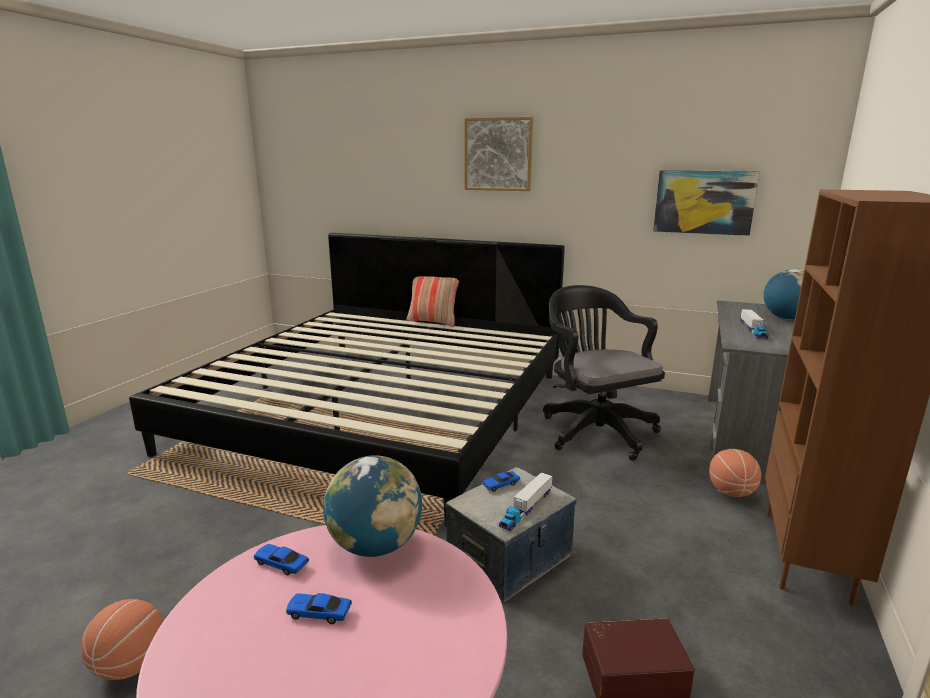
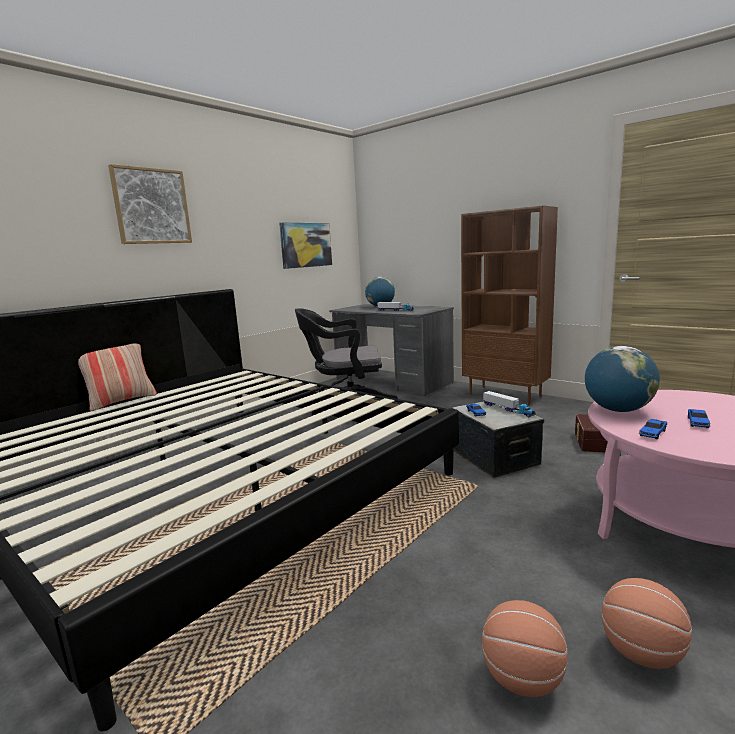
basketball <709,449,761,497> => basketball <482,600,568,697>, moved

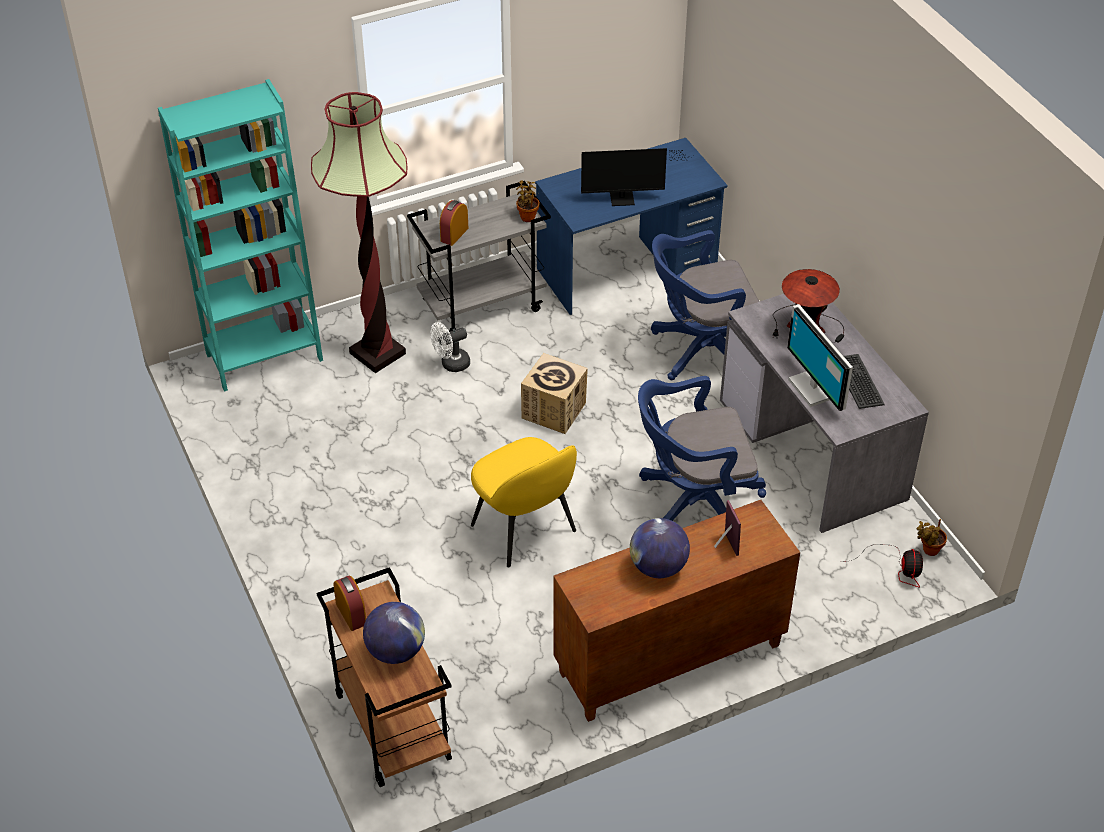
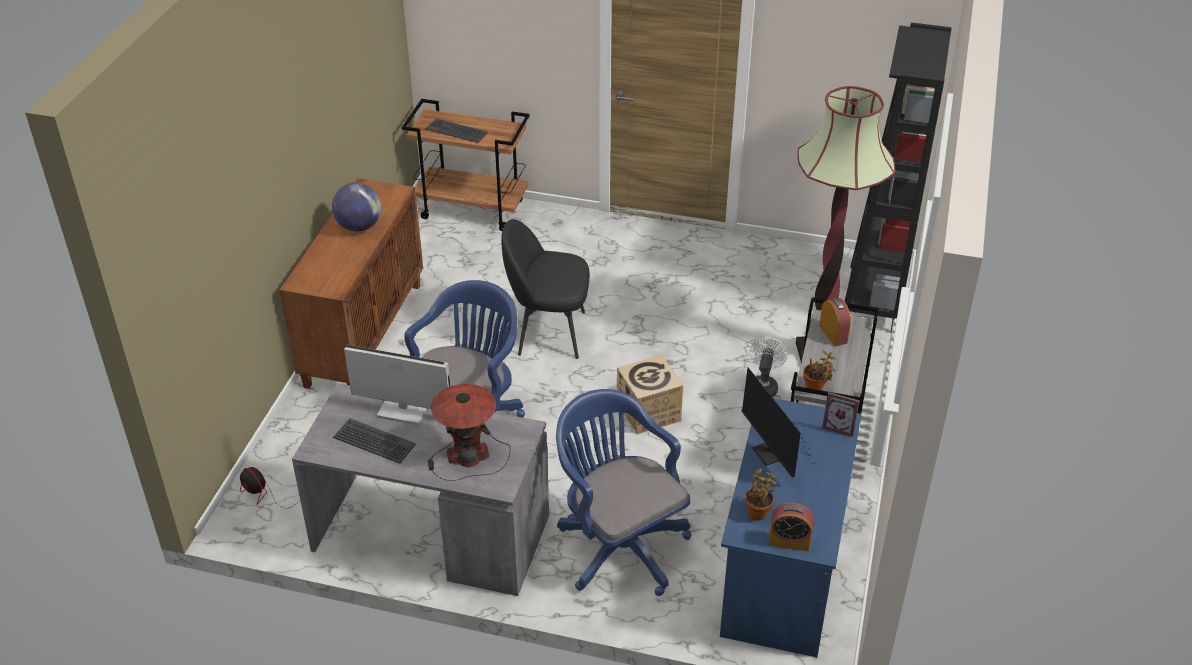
turquoise bookcase <158,79,323,392> => black bookcase <845,23,952,333>
monitor <581,148,689,206> => monitor <742,367,817,477>, 60 degrees counterclockwise
blue office chair <651,230,760,380> => blue office chair <556,389,691,596>, 60 degrees counterclockwise
yellow chair <471,437,577,567> => black chair <501,219,590,359>
picture frame <714,500,741,556> => picture frame <822,392,859,437>, moved
potted plant <917,519,947,556> => potted plant <745,468,777,521>, moved
alarm clock <333,575,366,631> => alarm clock <769,503,814,551>, moved
globe <363,602,425,664> => keyboard <425,118,488,143>

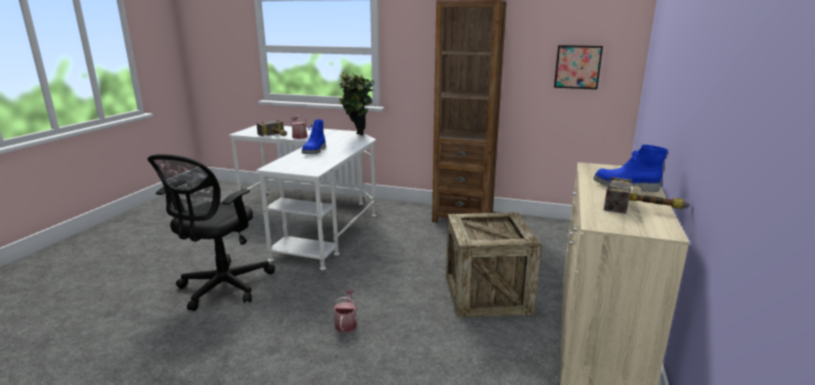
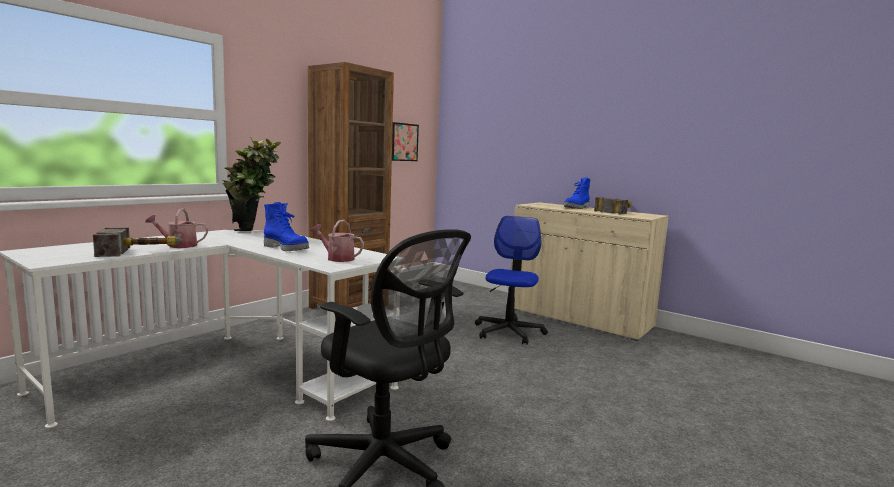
crate <446,212,542,318> => office chair <475,216,548,345>
watering can <332,290,357,332> => watering can <311,220,364,262>, moved

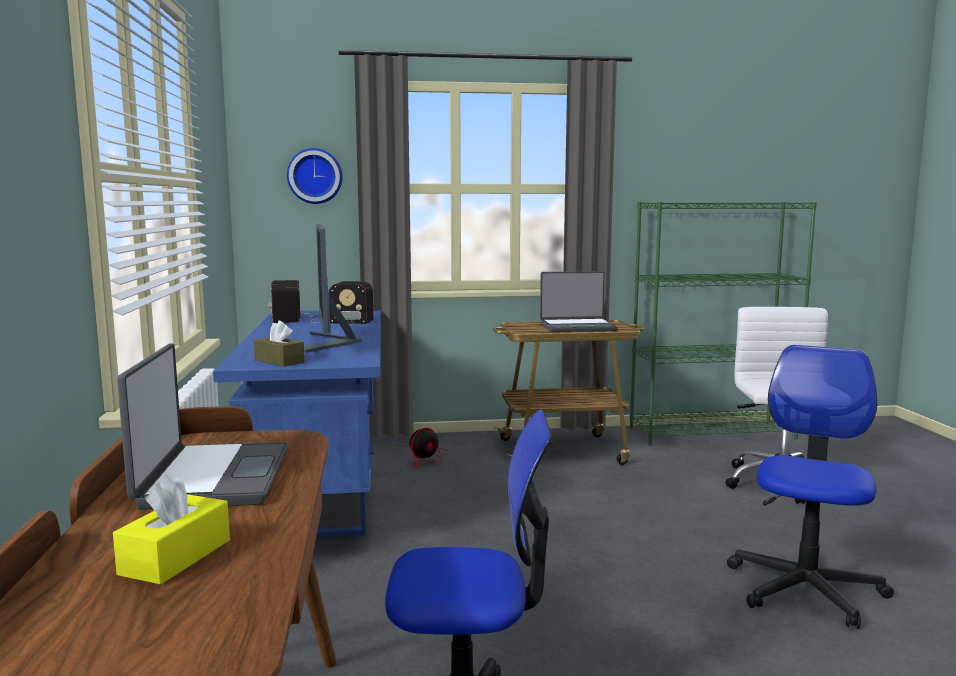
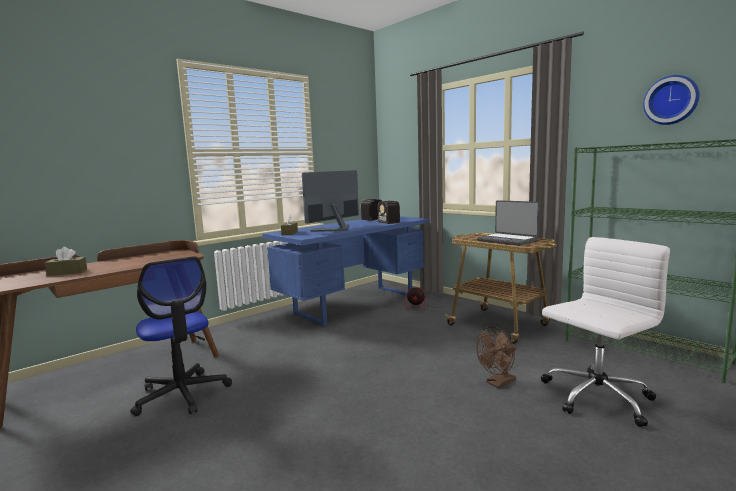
wall clock <287,148,343,204> => wall clock <643,75,699,125>, moved
laptop <117,343,288,510> => nothing
office chair <727,345,894,629> => nothing
yellow tissue box <113,473,230,585> => brown tissue box <45,247,87,276>
nothing => brown fan <476,327,516,388>

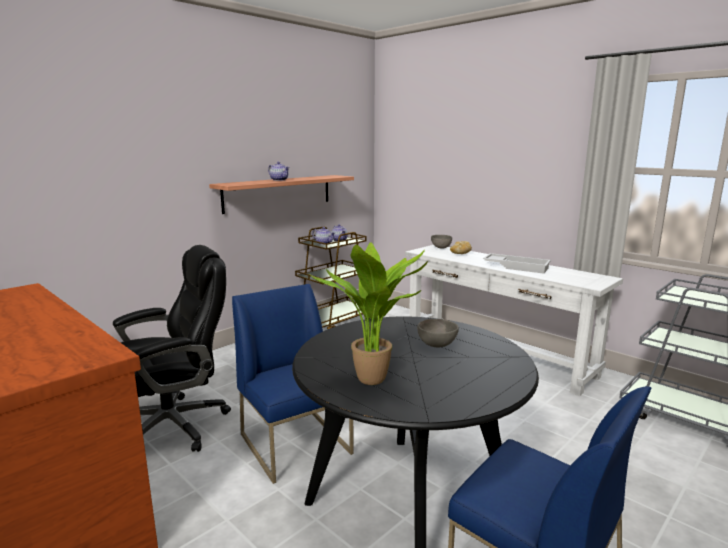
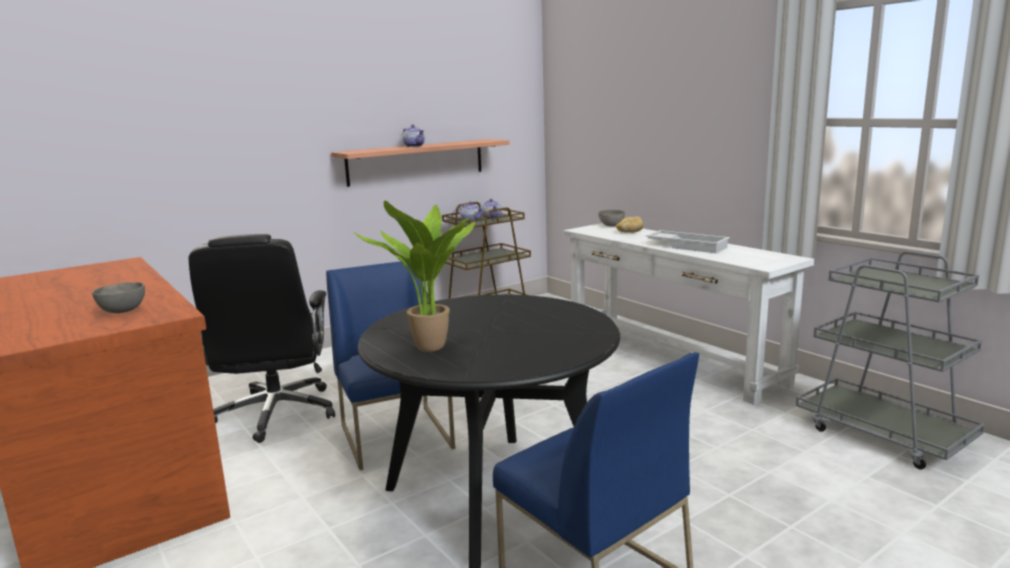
black office chair <113,245,231,452> => black office chair <189,234,335,443>, 105 degrees clockwise
grey bowl <417,319,459,347> => grey bowl <92,282,145,313>, moved

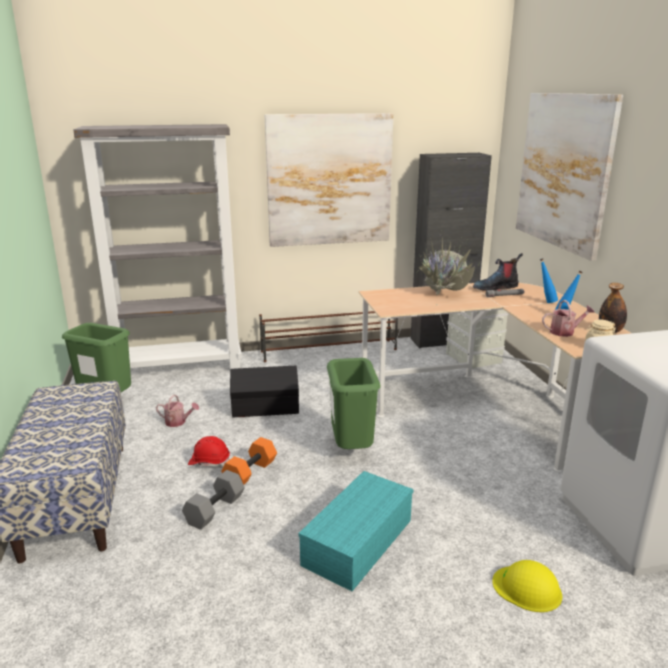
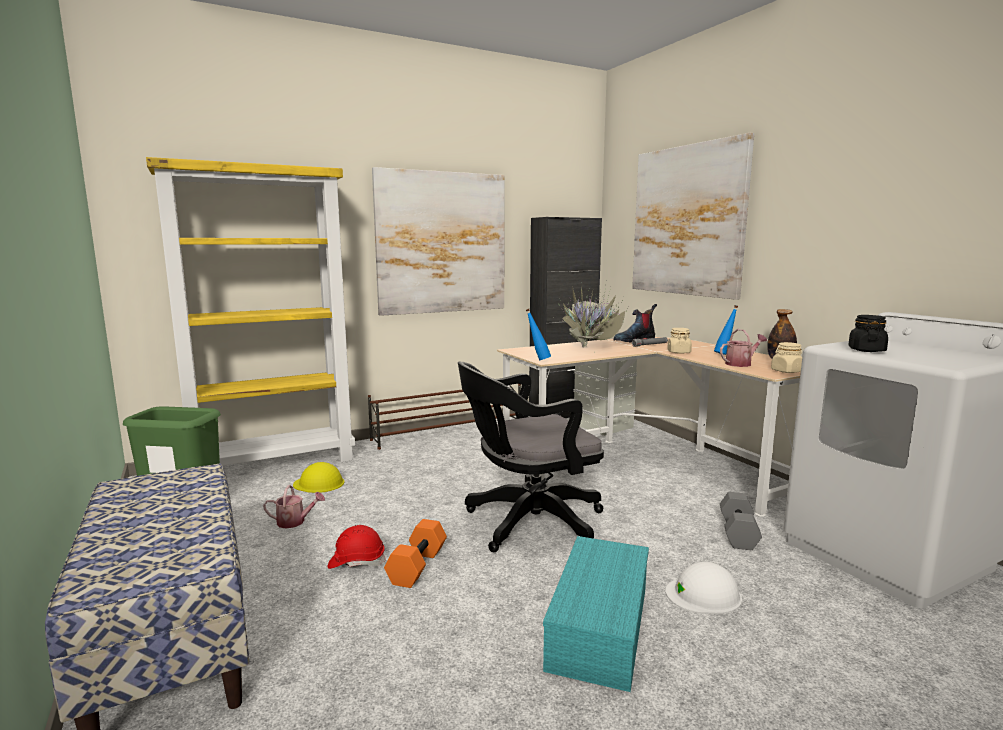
grey bookcase <73,124,242,369> => yellow bookcase <146,157,355,466>
blue bottle <540,258,558,303> => blue bottle <526,309,551,360>, moved
green trash can <327,358,381,449> => black office chair <458,362,604,552>
black storage box <230,366,299,417> => nothing
grey dumbbell <182,470,245,530> => grey dumbbell <720,492,762,550>, moved
yellow hard hat <492,560,562,612> => yellow hard hat <293,462,344,493>, moved
nothing => black jar <848,315,888,352>
nothing => beige jar <667,328,692,354>
nothing => white hard hat <666,562,742,614>

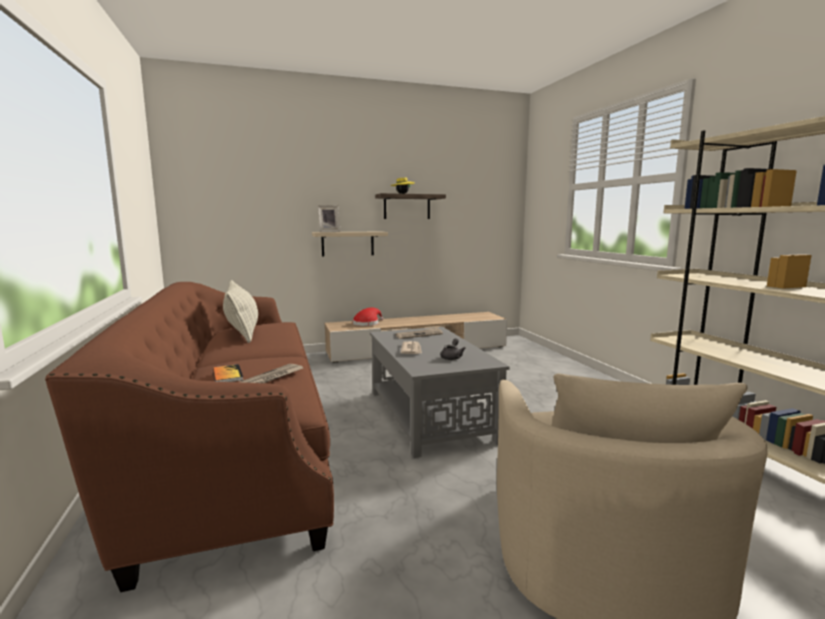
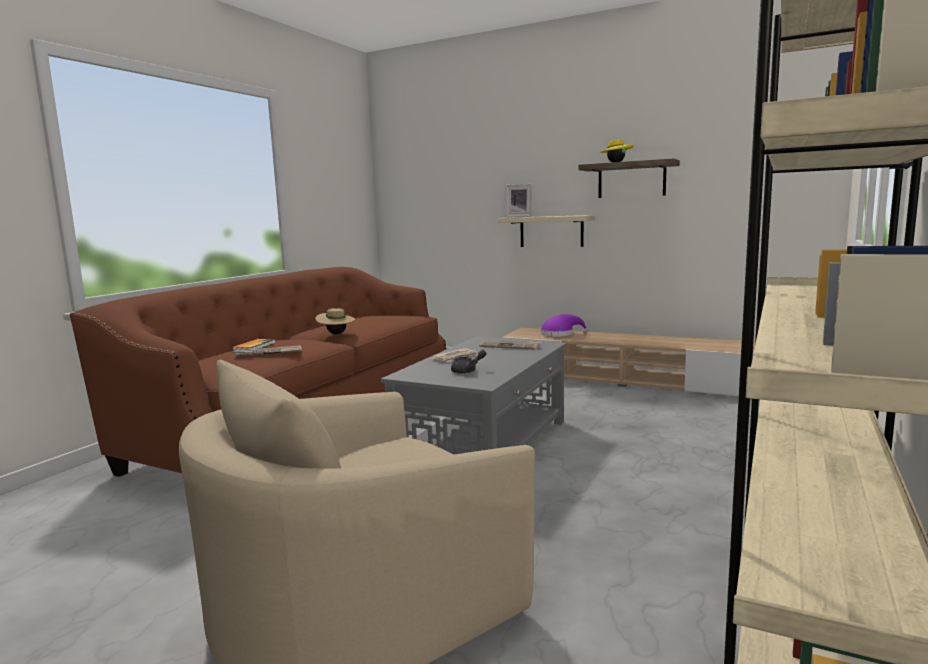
pillow <223,280,258,343> => nothing
red hat <353,307,383,326> => purple hat <540,314,588,337>
nothing => beige hat <315,308,355,334>

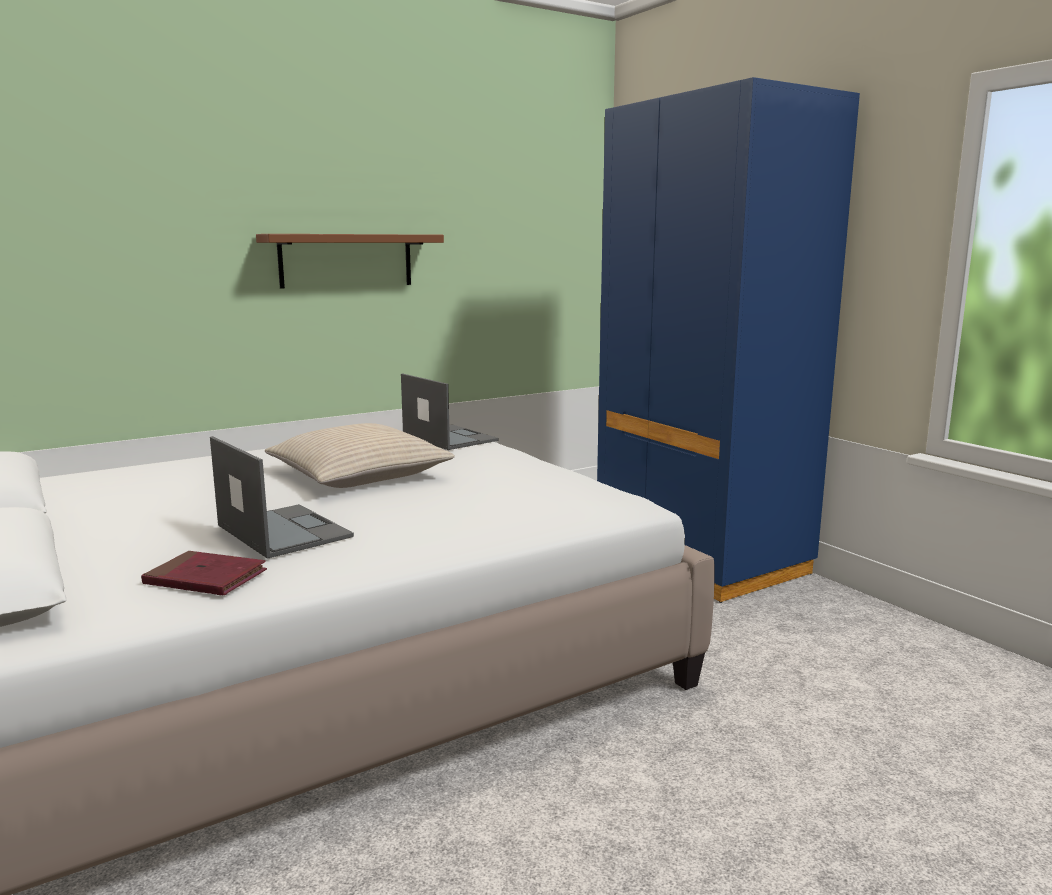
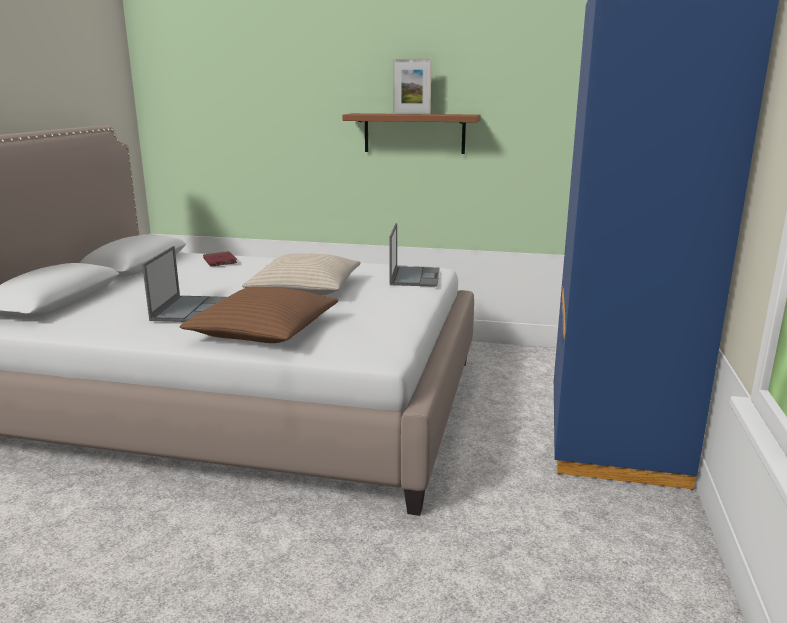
red book <141,551,267,596> => red book <203,251,238,267>, moved
nothing => picture frame <393,59,432,114>
nothing => brown pillow <179,286,338,343>

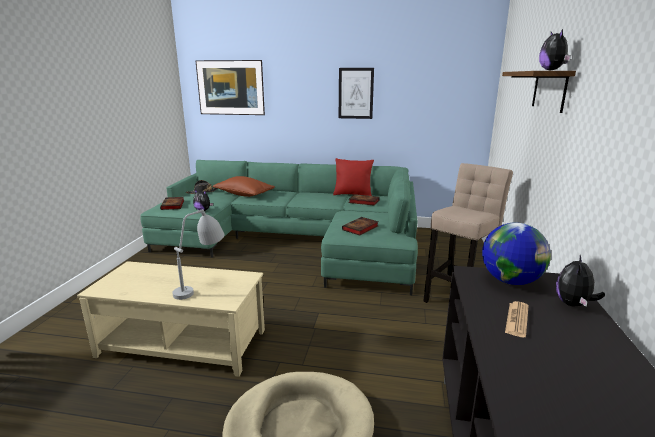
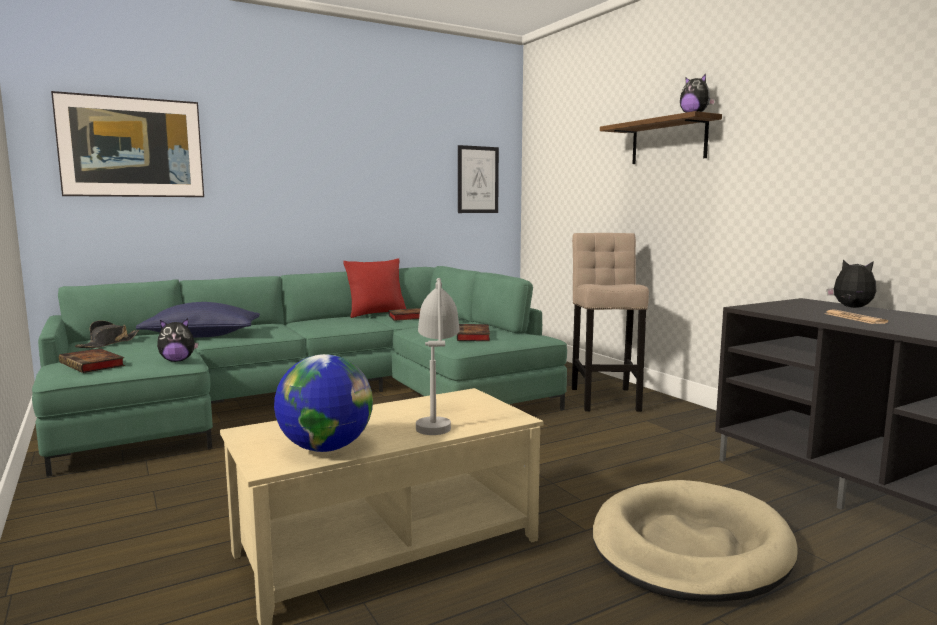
picture <339,68,374,119> => picture <458,145,499,213>, moved
brown pillow <213,176,275,197> => blue pillow <136,302,260,338>
globe <482,223,551,285> => globe <274,354,373,452>, moved
plush toy <556,255,605,307> => plush toy <827,259,877,308>, 150 degrees clockwise

